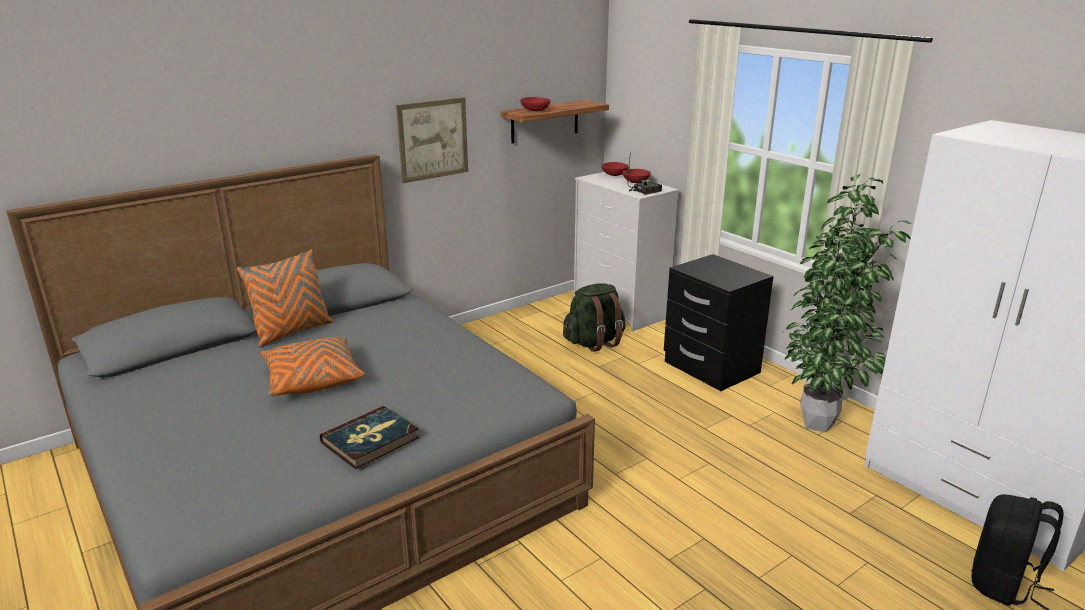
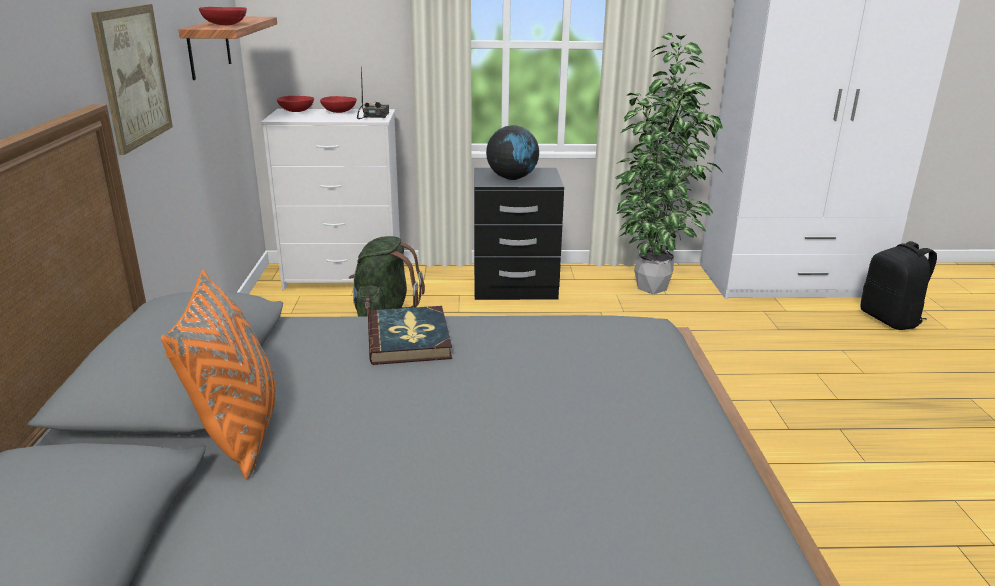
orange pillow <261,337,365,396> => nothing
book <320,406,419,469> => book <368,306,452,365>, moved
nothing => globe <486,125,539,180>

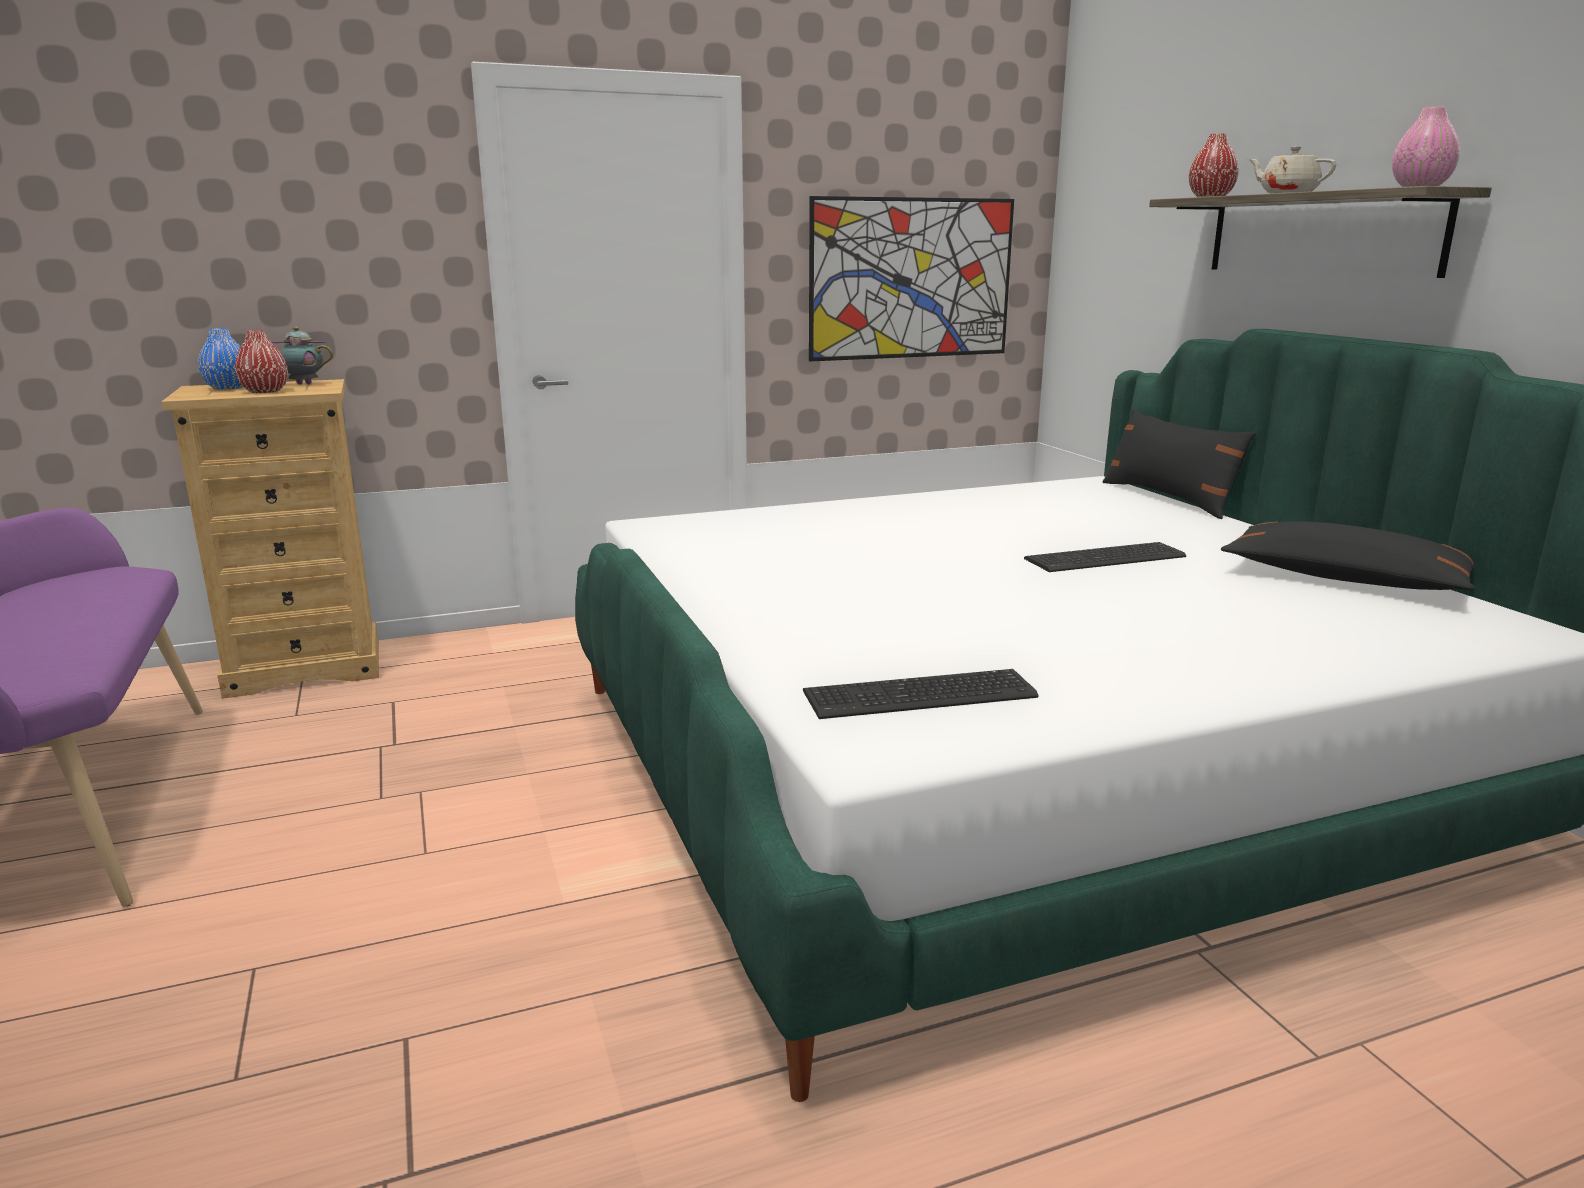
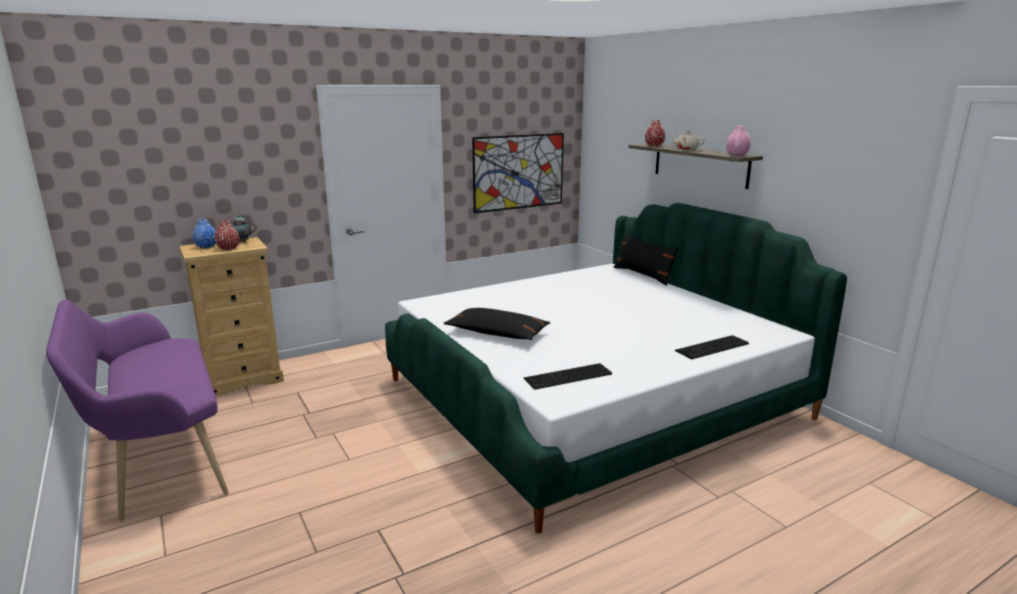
black pillow <1221,521,1475,590> => black pillow <444,308,551,340>, moved
keyboard <1024,542,1186,572> => keyboard <675,335,749,359>, moved

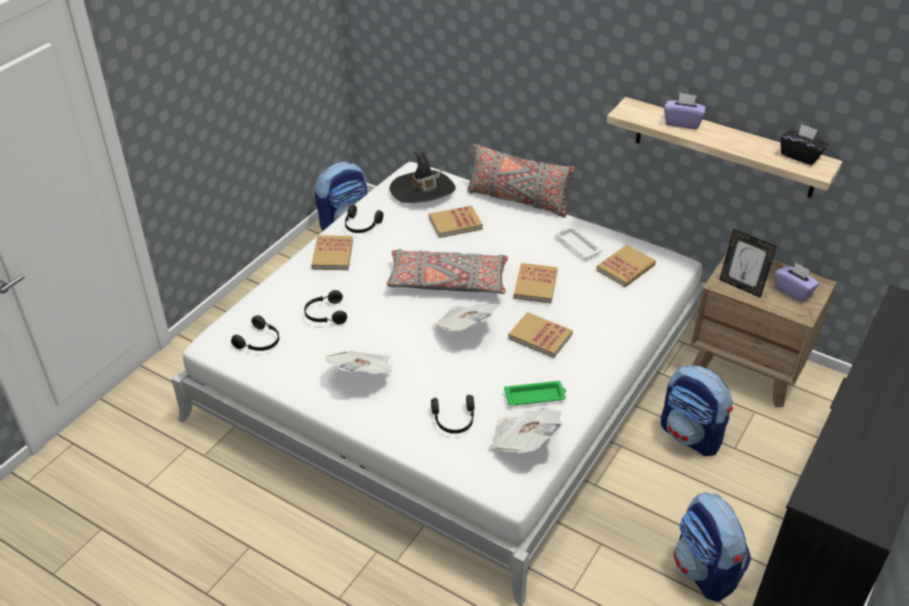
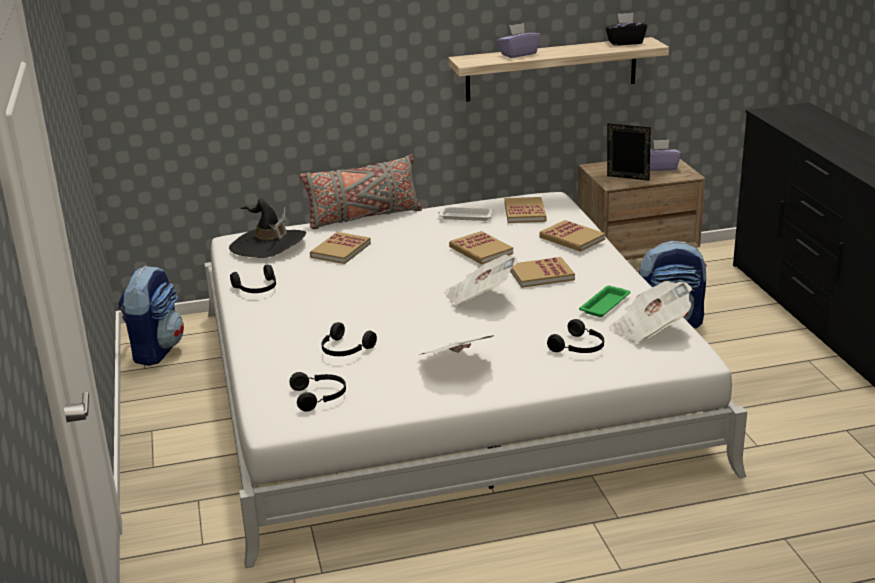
picture frame <719,229,777,298> => picture frame <607,123,651,181>, 150 degrees counterclockwise
book <311,235,353,270> => book <539,220,605,252>, moved
grey pillow <387,249,508,294> => nothing
backpack <674,492,751,602> => nothing

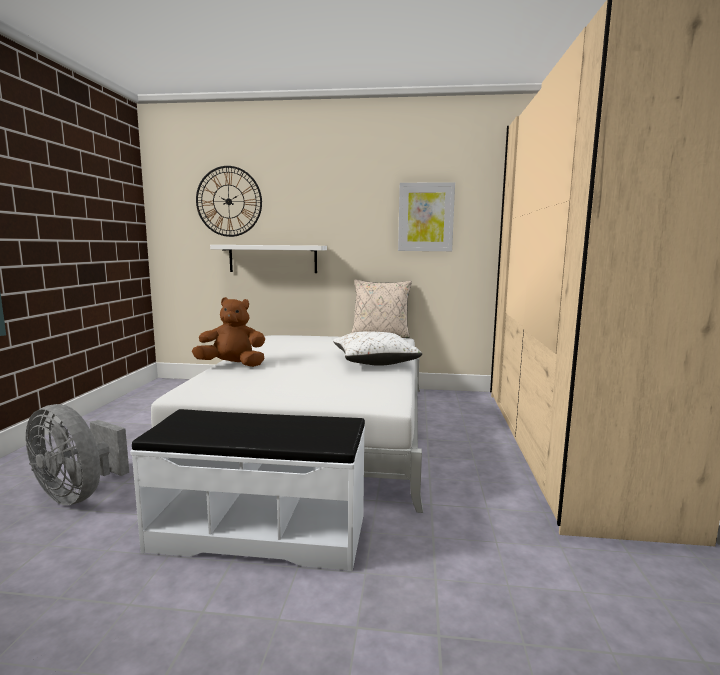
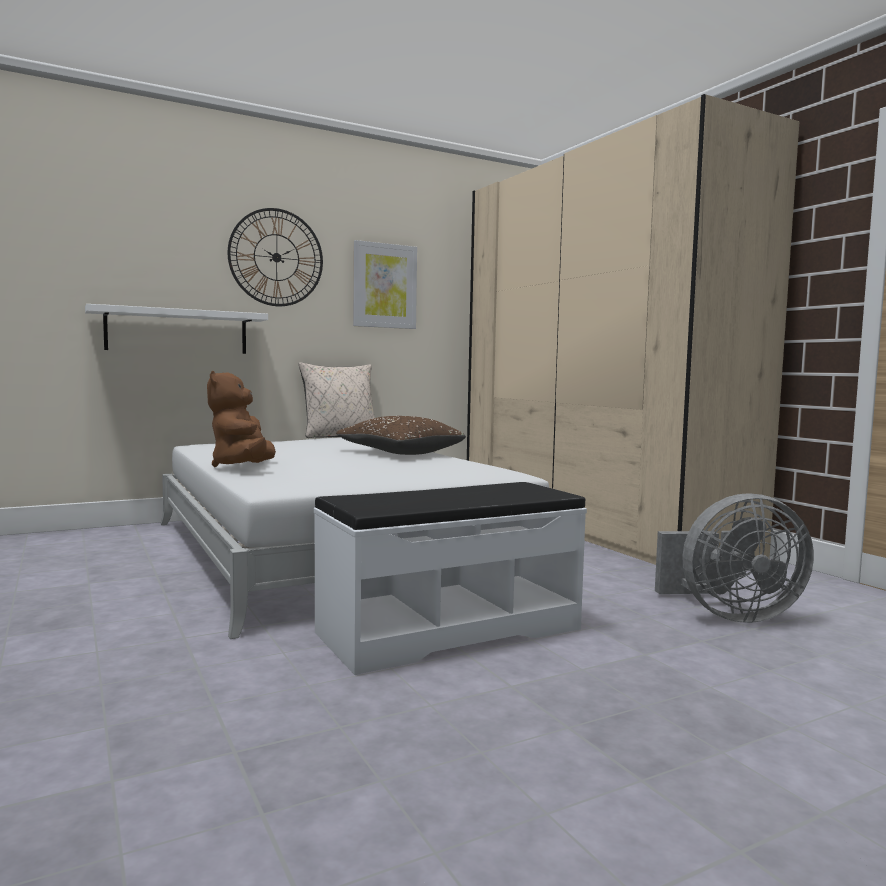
wall clock <196,166,262,237> => wall clock <228,208,323,306>, moved
brown plush toy <192,297,265,367> => brown plush toy <207,371,276,467>, 60 degrees counterclockwise
white pillow <333,331,422,366> => brown pillow <336,416,466,455>
grey fan <26,404,129,505> => grey fan <655,493,814,623>, moved

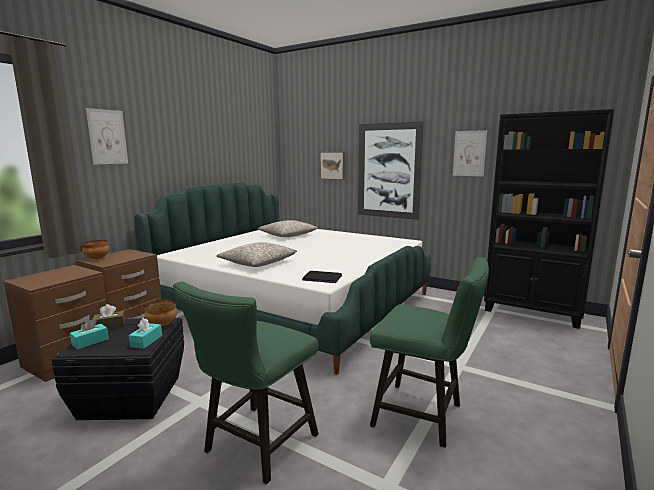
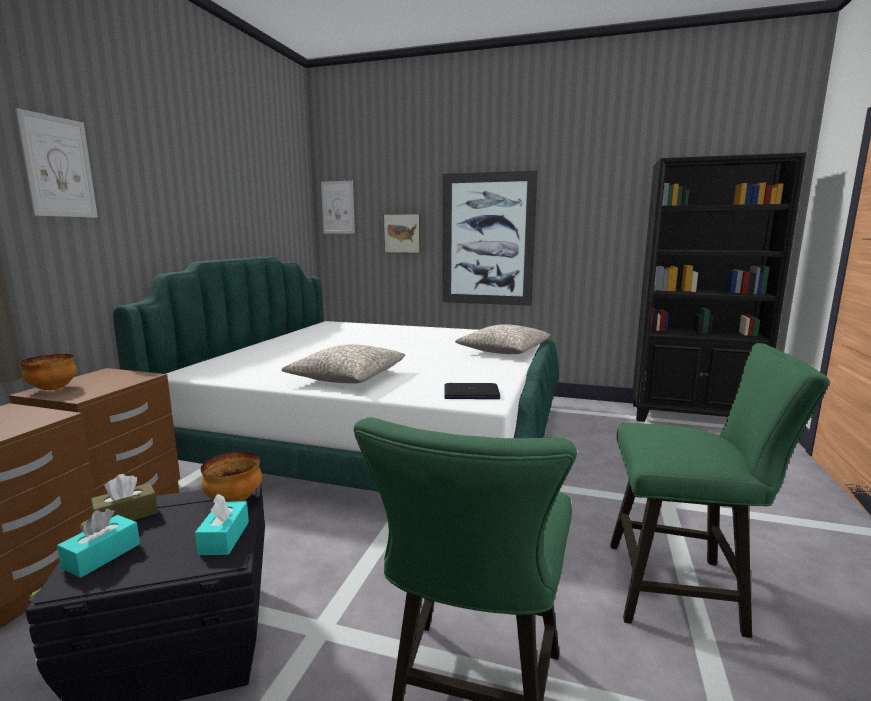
picture <453,130,487,176> => picture <321,181,355,234>, moved
grey pillow <258,220,318,237> => grey pillow <455,324,551,354>, moved

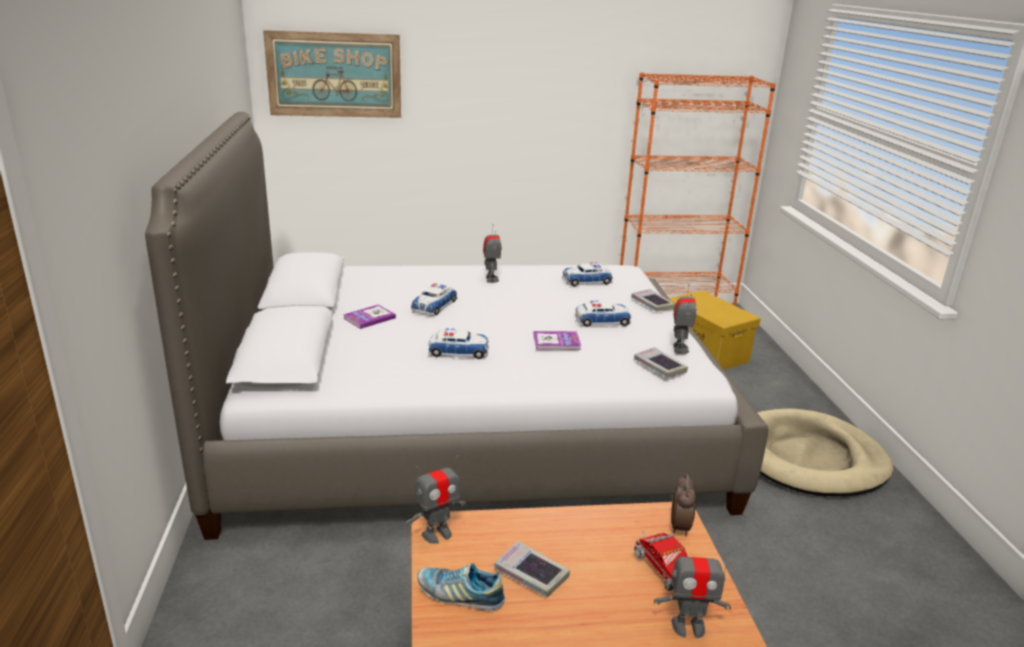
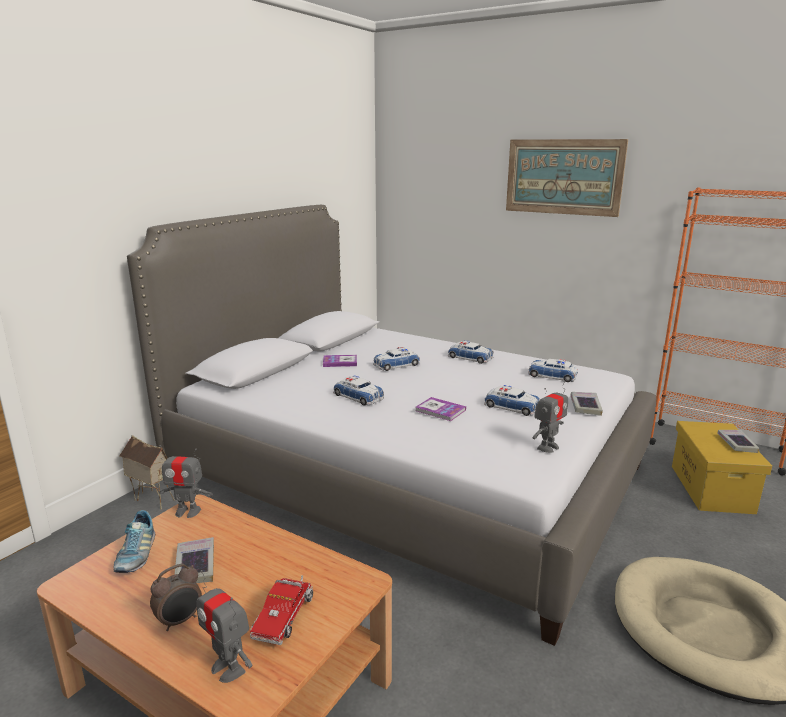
picture <263,30,401,118> => picture <506,139,628,217>, moved
toy robot <483,224,502,283> => toy car <448,340,493,364>
book <634,347,688,378> => book <717,430,760,453>, moved
alarm clock <671,474,696,537> => alarm clock <150,563,202,631>, moved
shoe <417,563,505,611> => shoe <114,510,155,573>, 150 degrees counterclockwise
nothing => toy house <119,435,175,509>

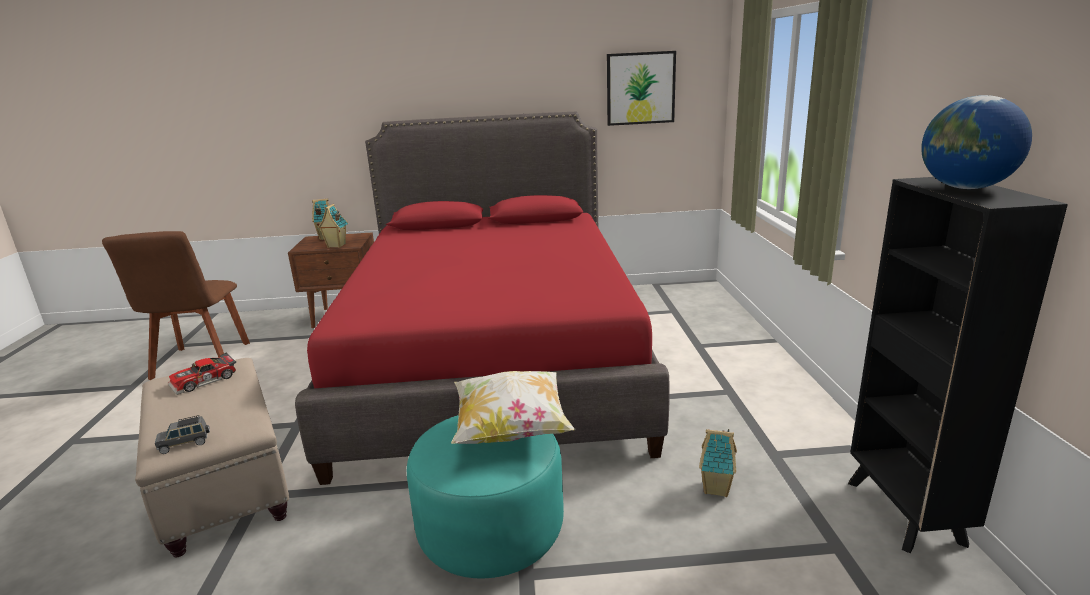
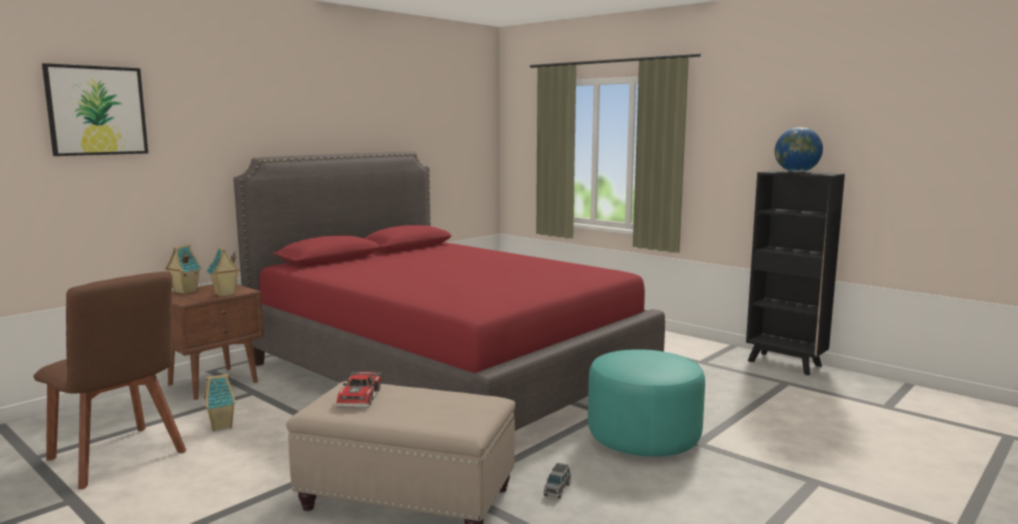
picture <607,51,676,126> => picture <42,63,148,156>, moved
pillow <451,371,576,444> => nothing
grey toy car <155,415,210,454> => grey toy car <544,463,571,499>, moved
toy house <699,429,737,497> => toy house <204,374,236,431>, moved

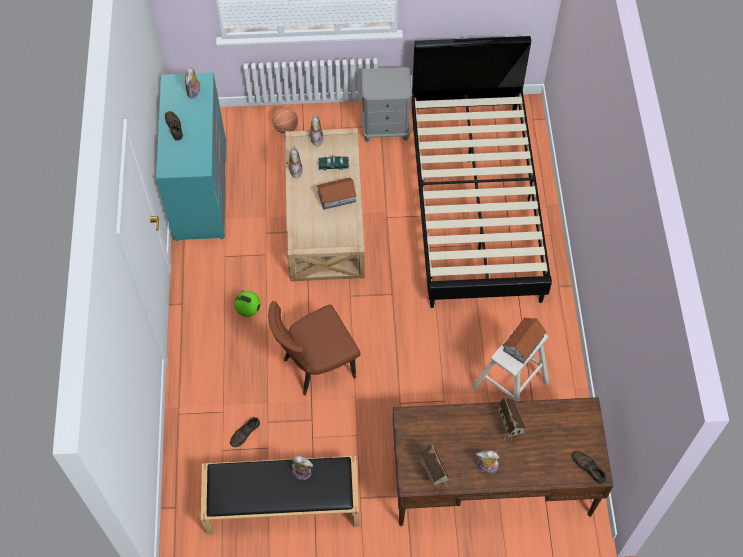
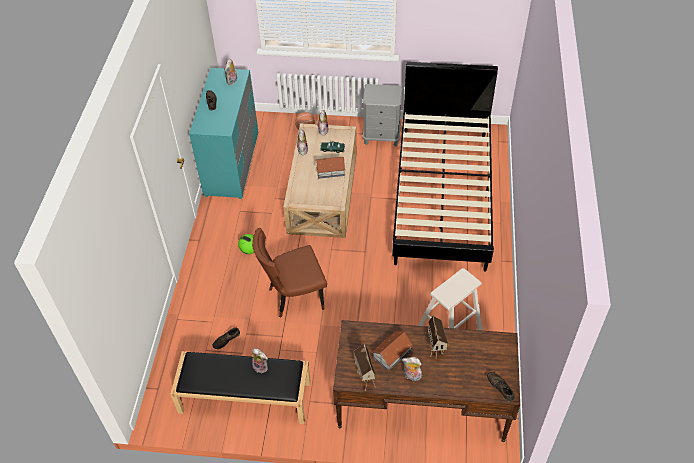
toy house <503,318,547,364> => toy house <371,331,413,371>, moved

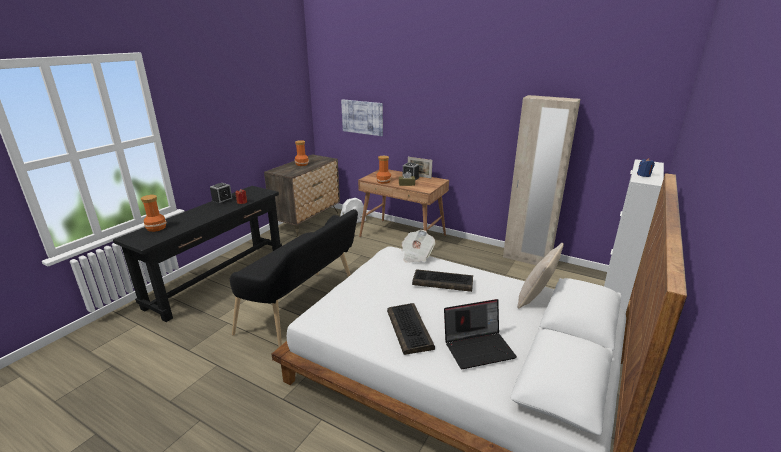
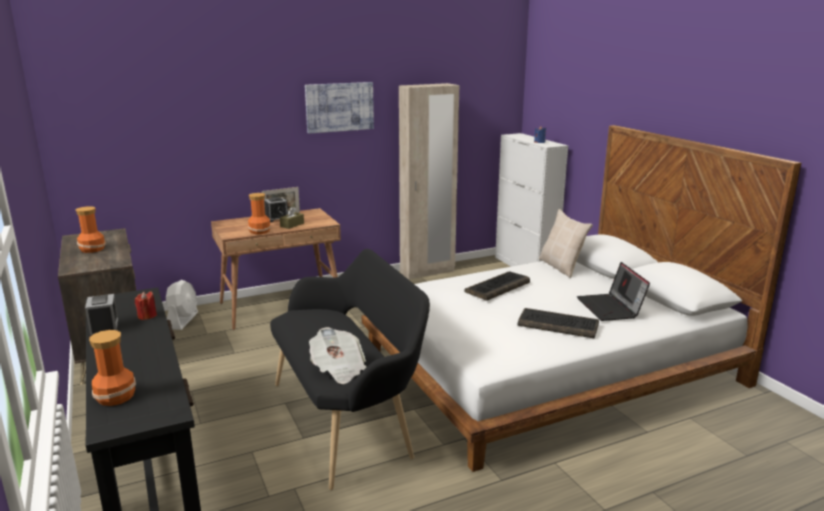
picture <341,99,383,136> => picture <305,82,374,134>, moved
newspaper <401,230,435,263> => newspaper <309,327,367,384>, moved
laptop <444,299,517,369> => laptop <577,262,650,321>, 150 degrees clockwise

